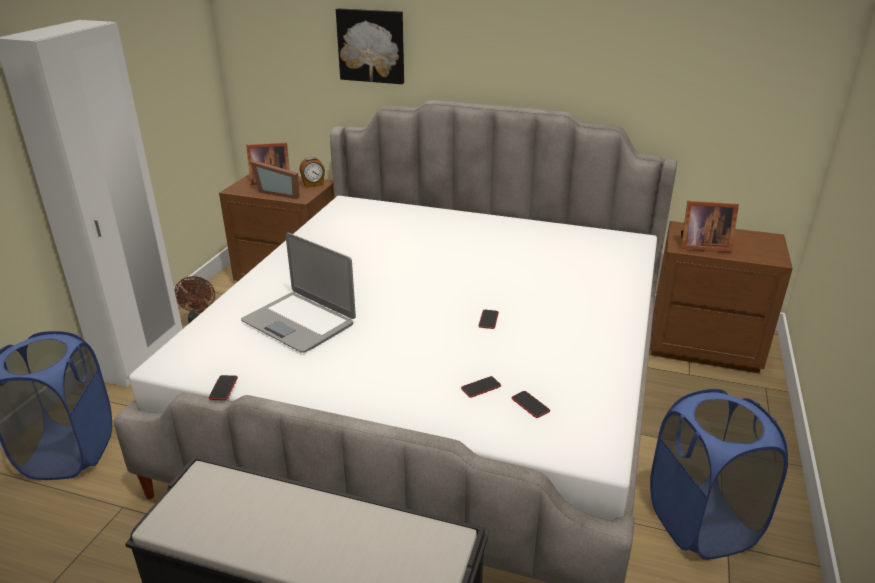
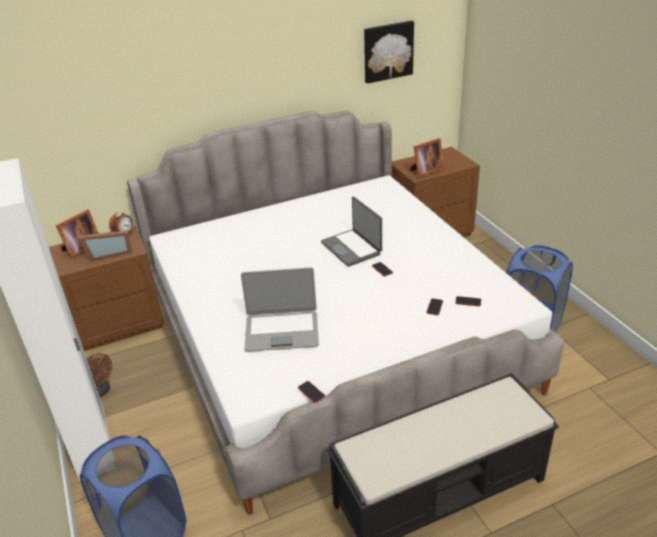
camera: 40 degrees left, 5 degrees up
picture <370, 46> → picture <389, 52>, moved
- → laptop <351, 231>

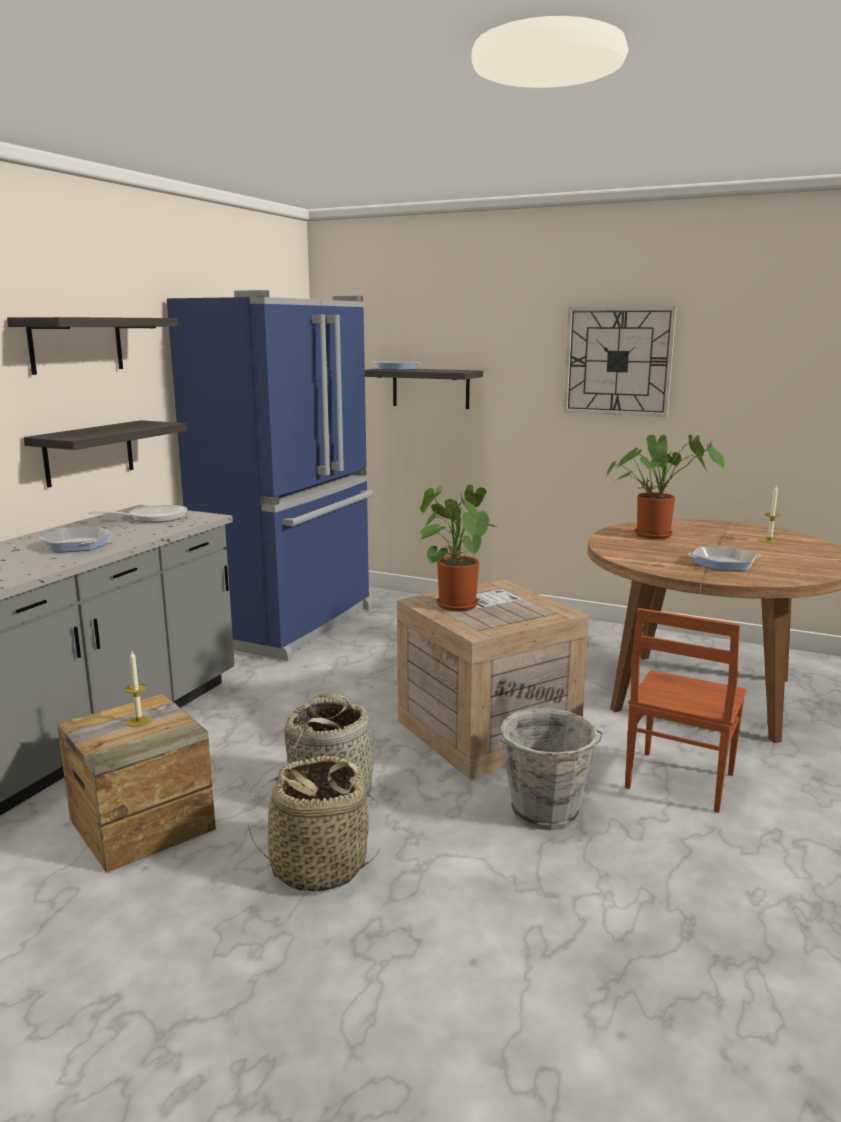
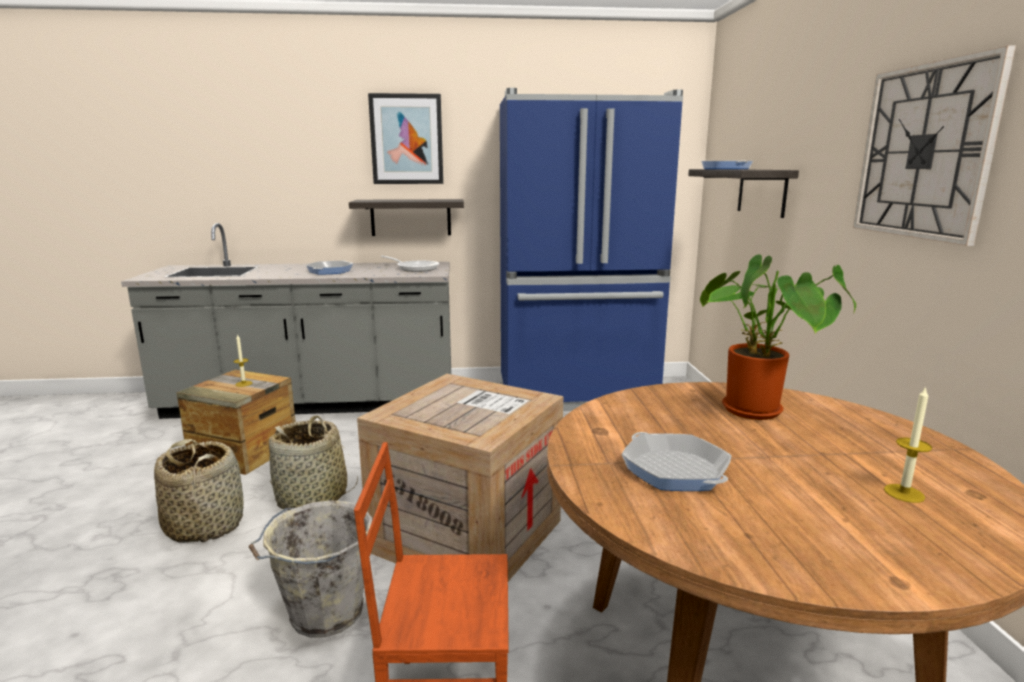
camera: 60 degrees right, 0 degrees up
shelf <92, 346> → picture <405, 138>
potted plant <460, 548> → -

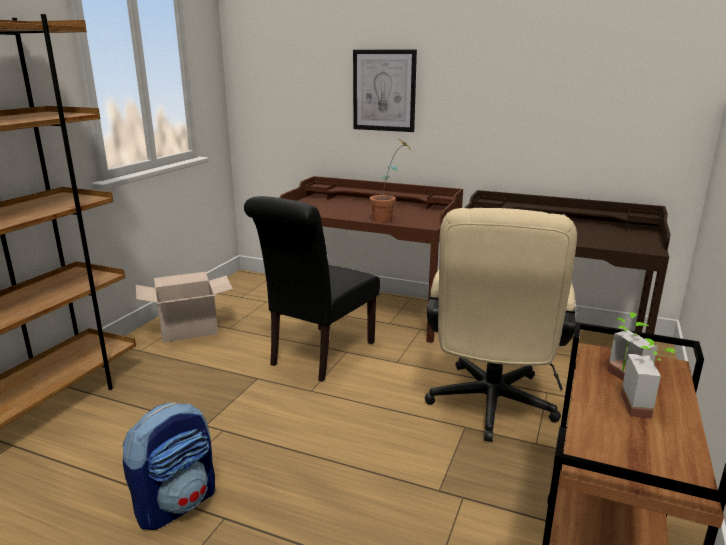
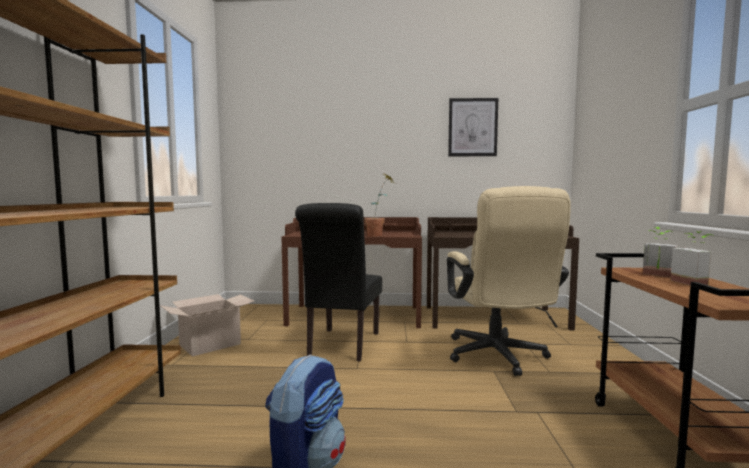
camera: 20 degrees left, 15 degrees down
picture <385, 91> → picture <473, 127>, moved

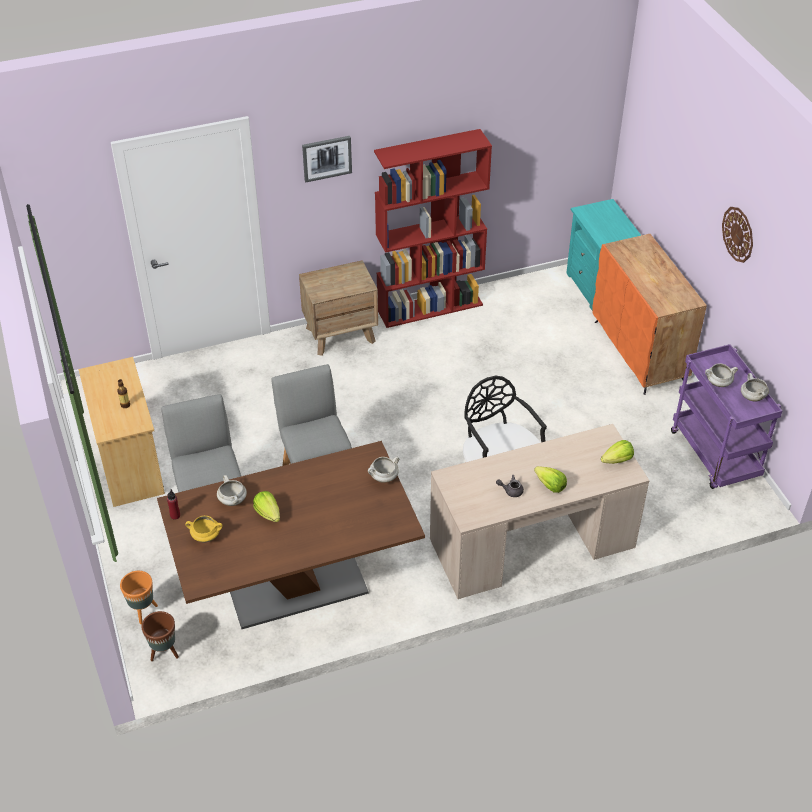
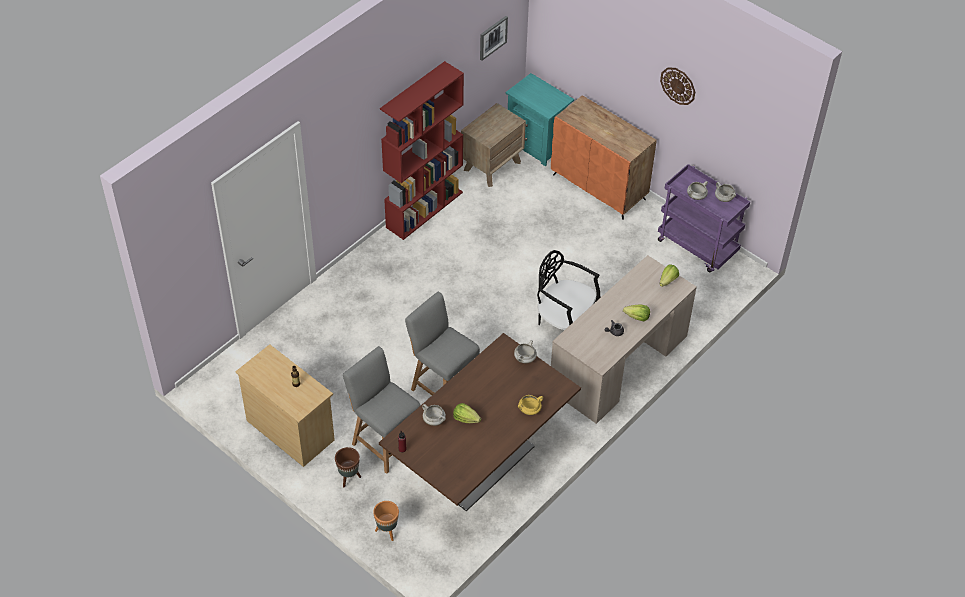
camera: 30 degrees left, 5 degrees up
planter (brown) <160, 636> → planter (brown) <348, 467>, moved
cooking pot (yellow) <204, 529> → cooking pot (yellow) <530, 405>, moved
nightstand (brown) <338, 308> → nightstand (brown) <493, 145>, moved
picture <327, 159> → picture <494, 38>, moved

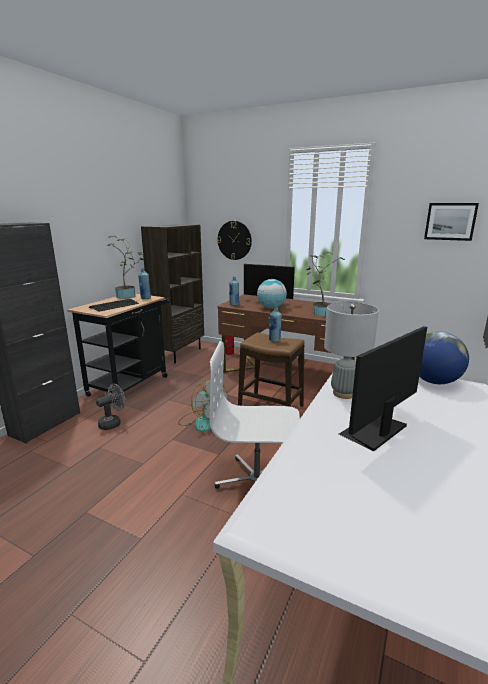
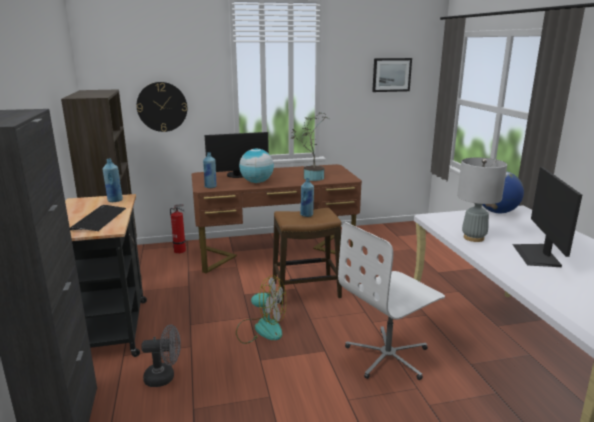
camera: 40 degrees left, 0 degrees up
fan (grey) <110, 407> → fan (grey) <161, 356>, 75 degrees clockwise
potted plant <125, 267> → -

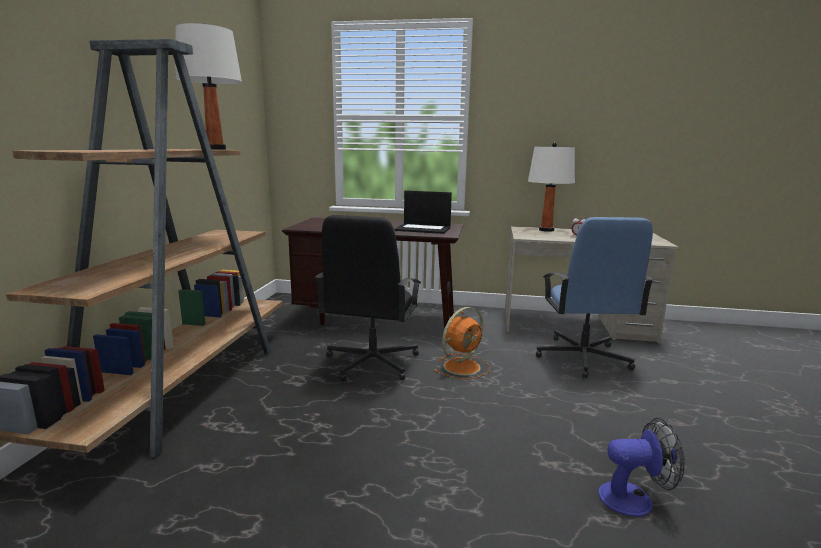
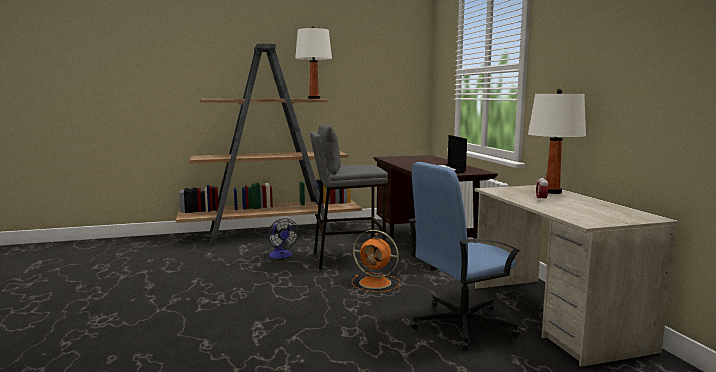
camera: 65 degrees right, 5 degrees down
office chair (black) <368, 298> → stool (grey) <349, 197>
fan <641, 467> → fan <283, 238>, moved

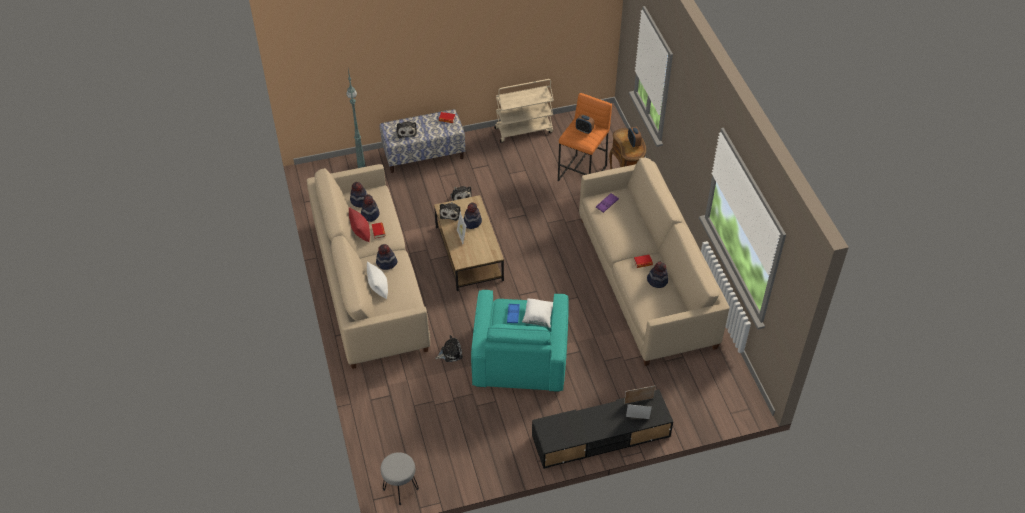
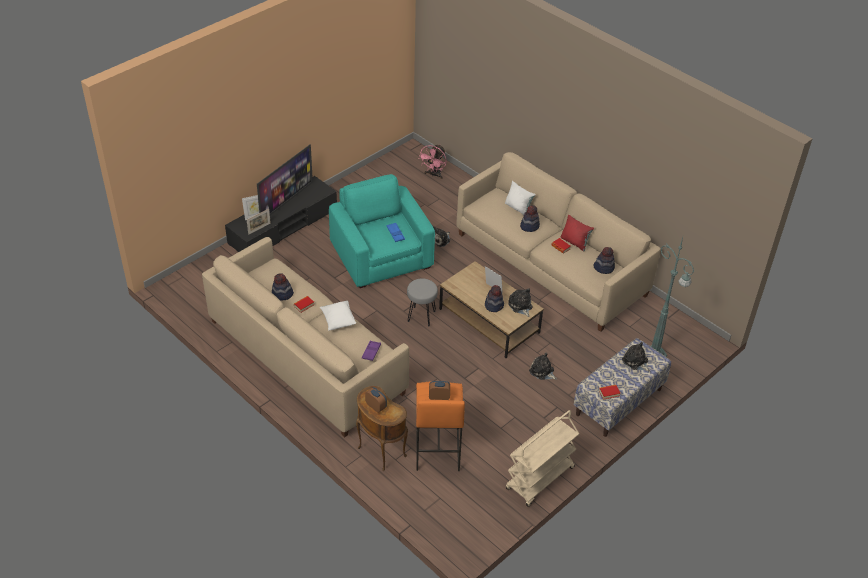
camera: 150 degrees right, 5 degrees down
hat <370, 208> → -
stool (grey) <400, 478> → stool (grey) <422, 302>, moved
pillow (white) <537, 313> → pillow (white) <338, 316>, moved
- → television <285, 179>
- → fan (pink) <432, 161>

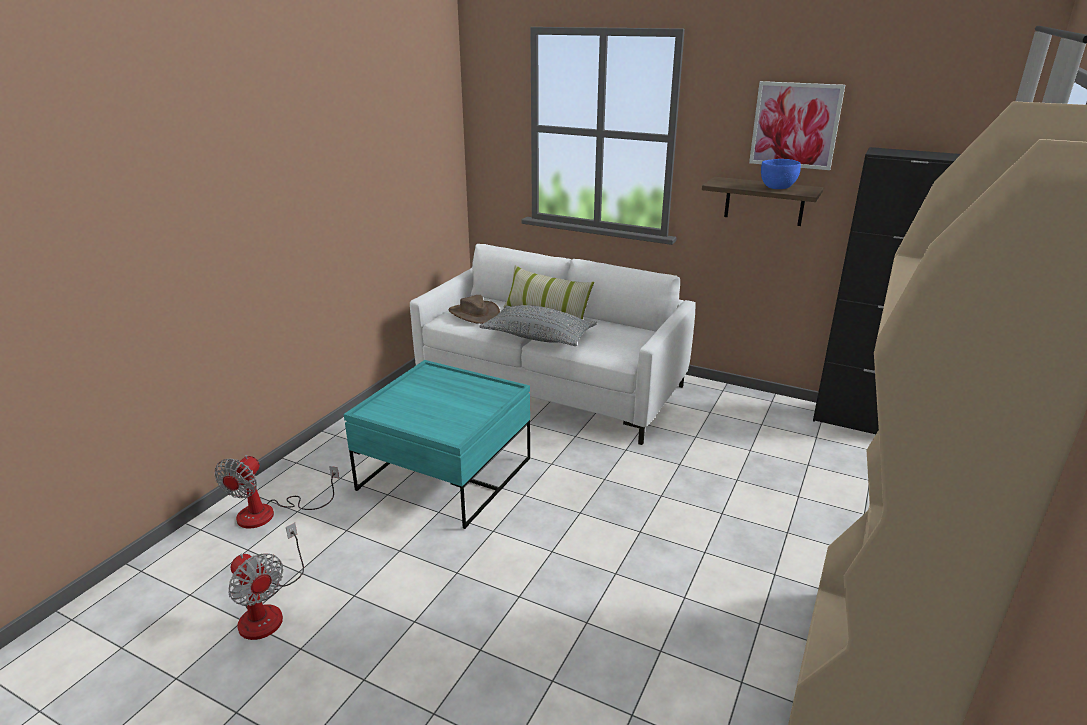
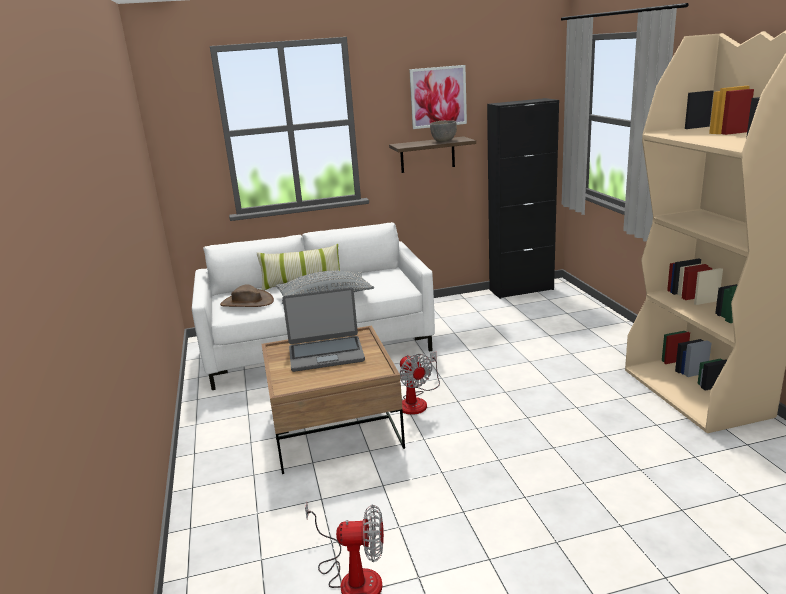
camera: 40 degrees left, 5 degrees down
fan <276, 492> → fan <420, 383>, moved
coffee table (turquoise) <437, 444> → coffee table (brown) <333, 399>
bowl (blue) <781, 174> → bowl (grey) <443, 131>
- → laptop <323, 329>

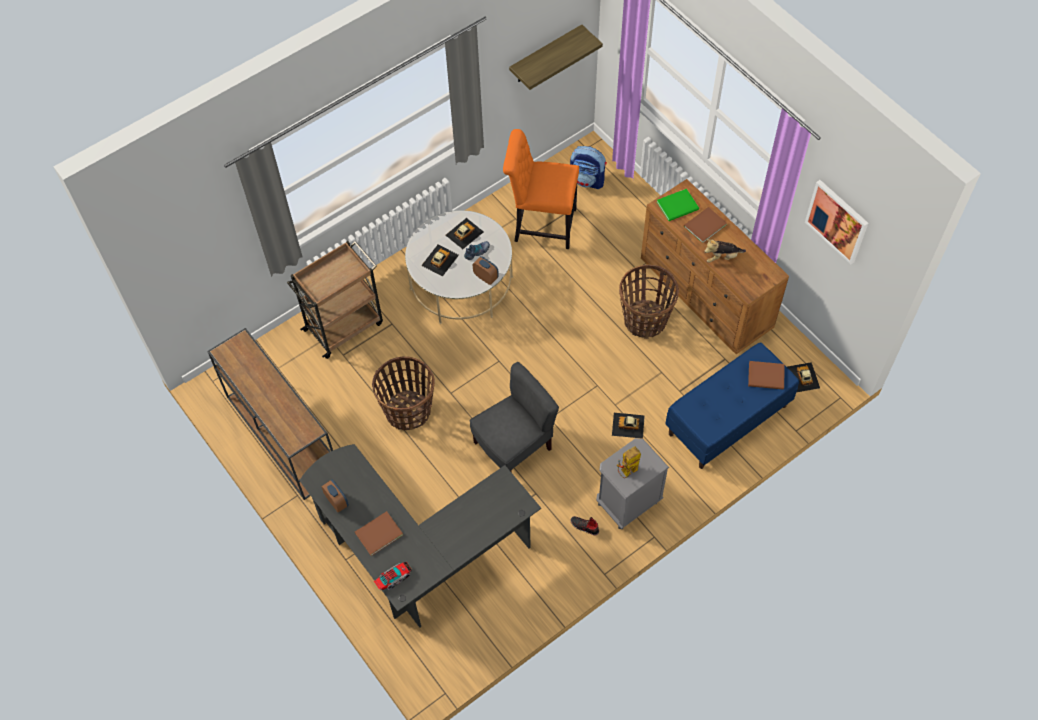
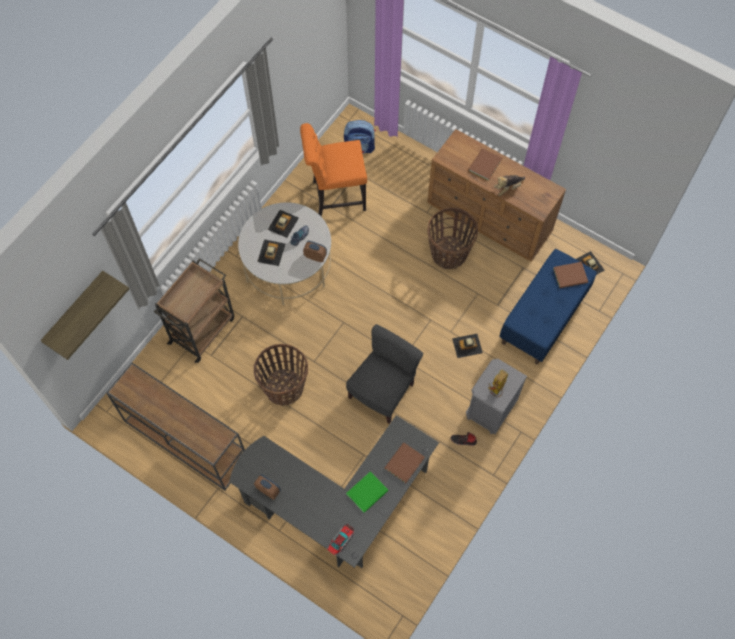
camera: 20 degrees left, 5 degrees up
book (brown) <379, 533> → book (brown) <404, 462>, moved
shelf <556, 57> → shelf <84, 315>, moved
book (green) <678, 205> → book (green) <367, 492>, moved
picture <836, 222> → -

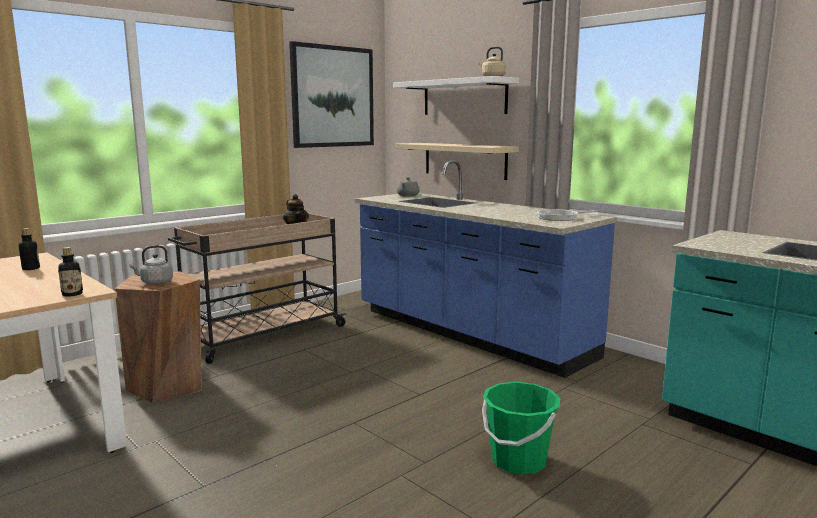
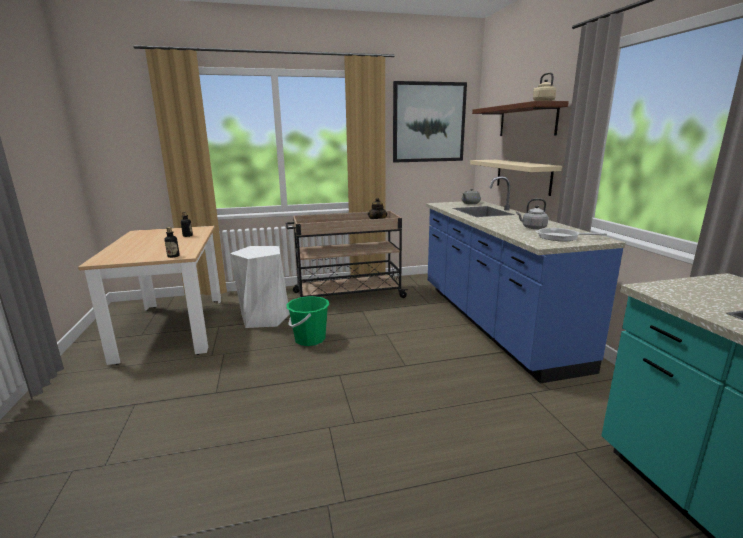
camera: 30 degrees right, 5 degrees up
stool (brown) <159, 337> → stool (white) <260, 287>
kettle (grey) <151, 264> → kettle (grey) <532, 214>, moved
shelf (white) <456, 95> → shelf (brown) <520, 118>
bucket (green) <521, 428> → bucket (green) <307, 321>, moved

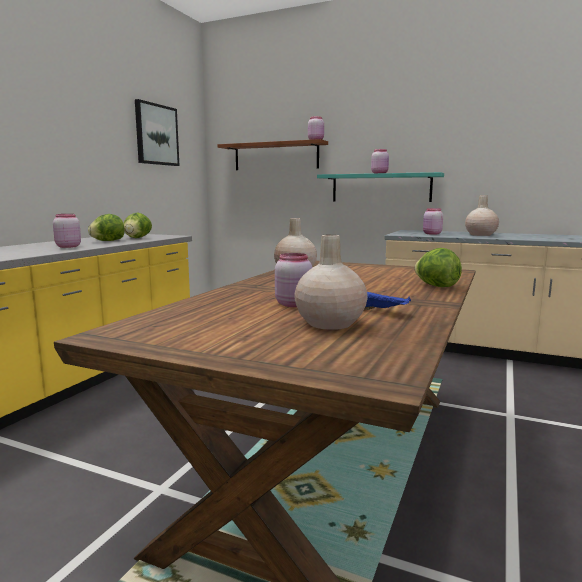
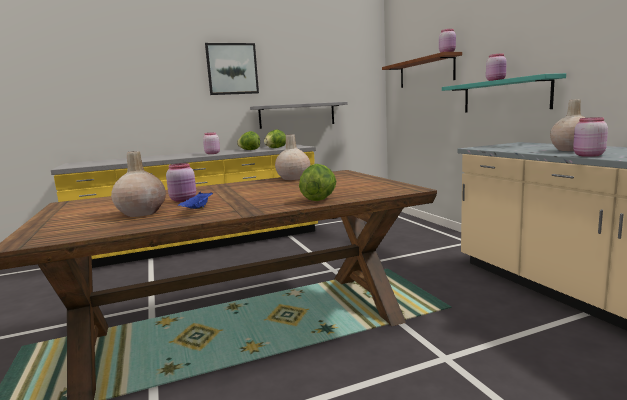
camera: 45 degrees right, 0 degrees up
picture <157, 132> → picture <232, 69>, moved
jar (pink) <433, 221> → jar (pink) <590, 137>, moved
- → shelf (grey) <299, 115>

